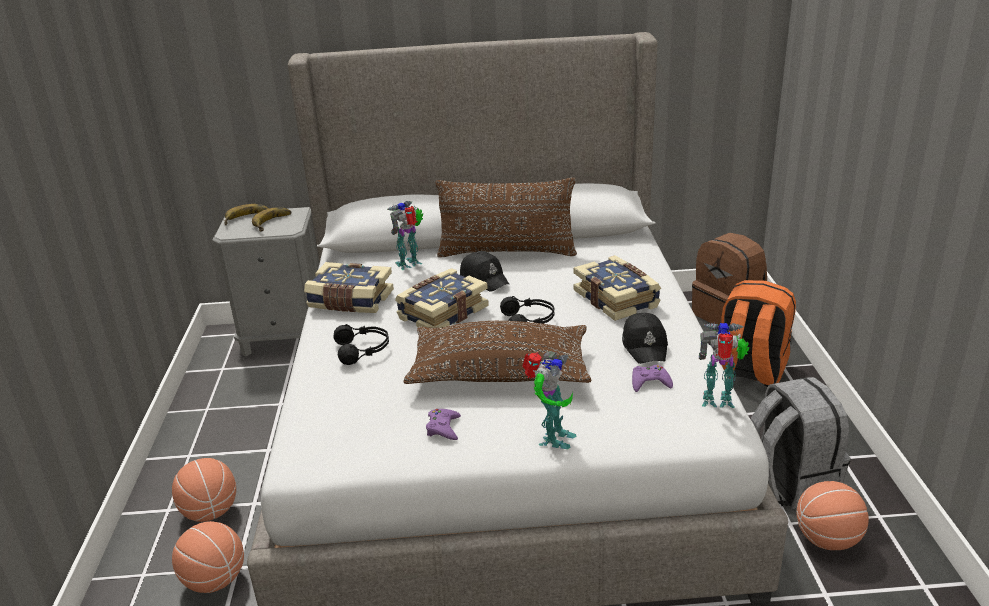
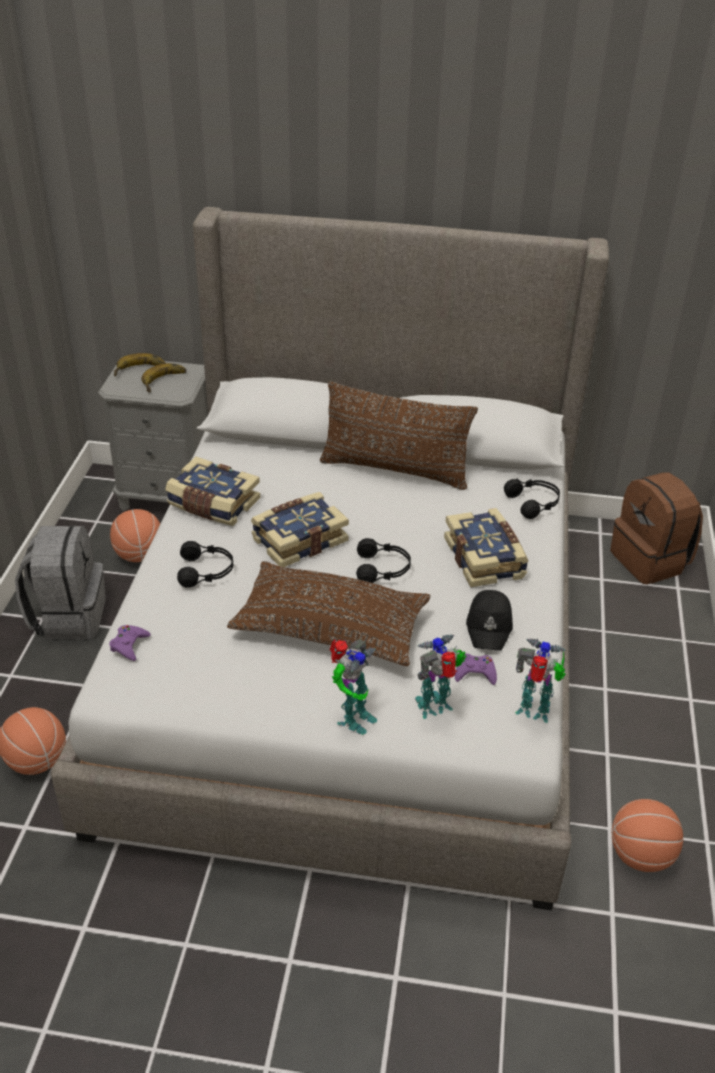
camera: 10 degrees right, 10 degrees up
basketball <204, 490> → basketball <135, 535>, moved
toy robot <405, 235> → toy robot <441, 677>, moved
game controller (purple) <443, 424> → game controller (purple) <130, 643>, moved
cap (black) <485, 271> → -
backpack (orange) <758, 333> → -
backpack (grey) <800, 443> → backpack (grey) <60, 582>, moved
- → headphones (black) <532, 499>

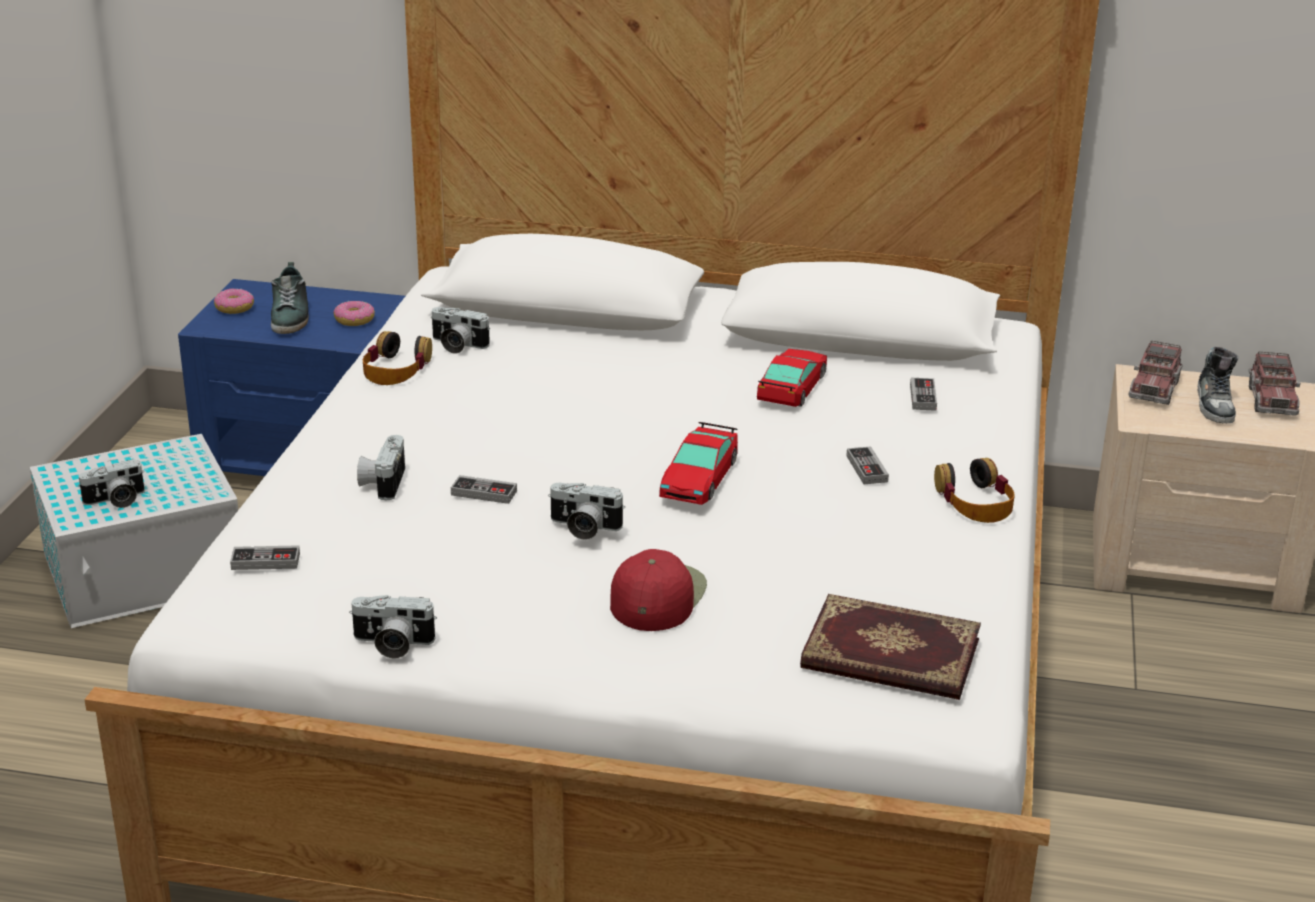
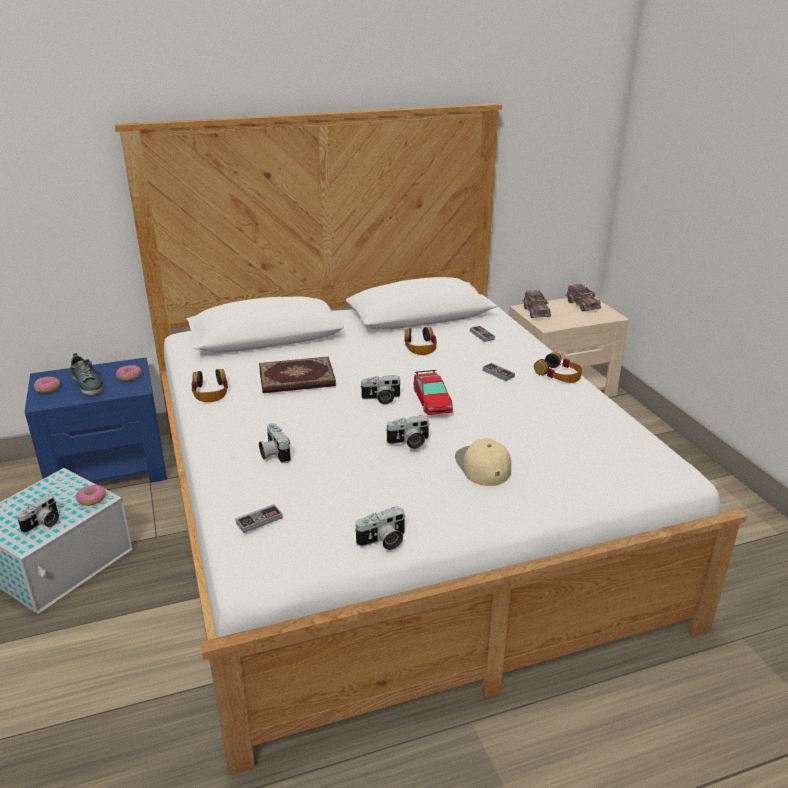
camera: 30 degrees left, 0 degrees up
photo camera <460, 330> → photo camera <381, 390>, moved
game controller <484, 489> → -
cap (red) <658, 590> → cap (beige) <483, 462>
toy car <792, 378> → headphones <420, 341>
book <890, 647> → book <297, 375>, moved
shoe <1218, 385> → -
- → donut <91, 495>

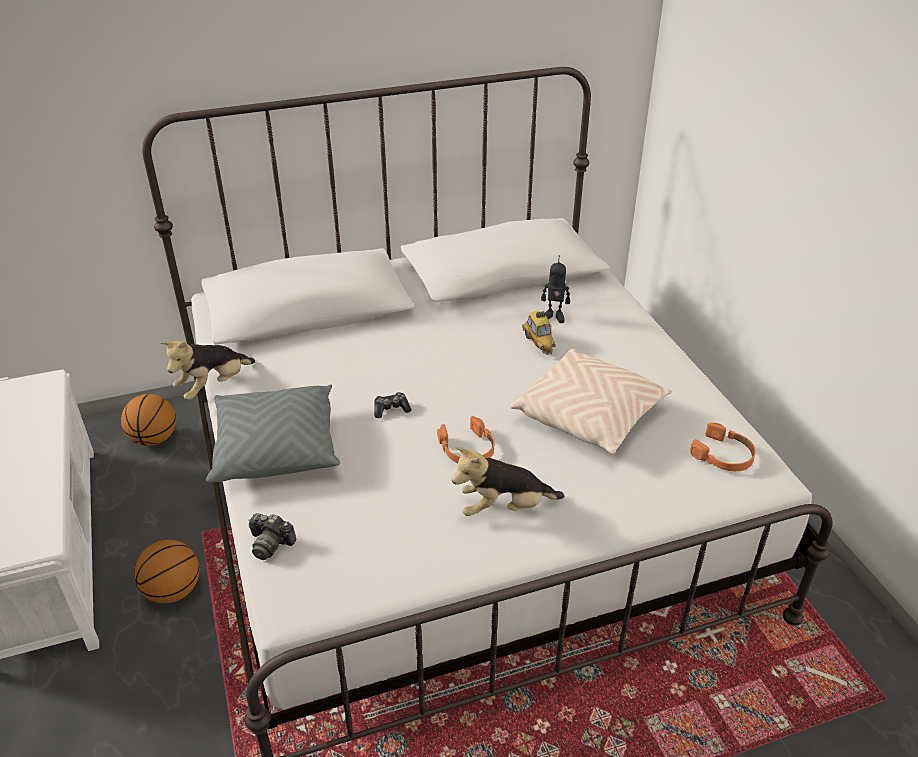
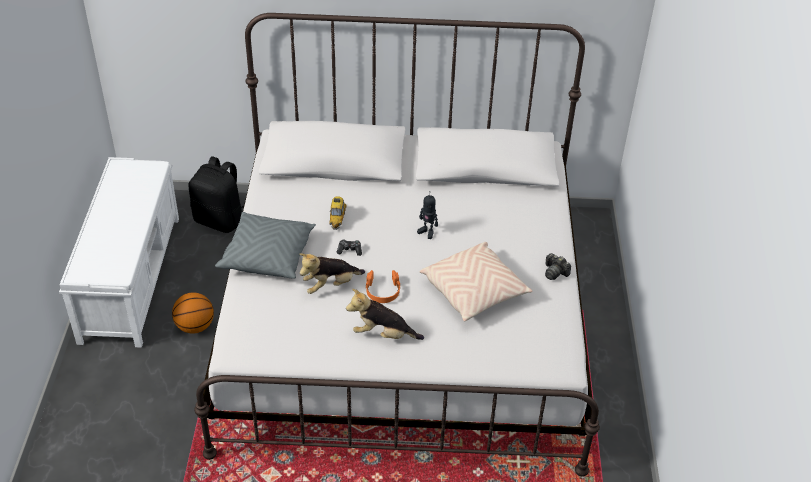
camera: 20 degrees right, 5 degrees up
basketball <148, 420> → backpack (black) <216, 194>
plush toy <207, 370> → plush toy <332, 273>, moved
photo camera <272, 536> → photo camera <558, 266>, moved
toy car <539, 333> → toy car <337, 213>, moved
toy robot <555, 289> → toy robot <427, 217>, moved
headphones (orange) <723, 447> → -

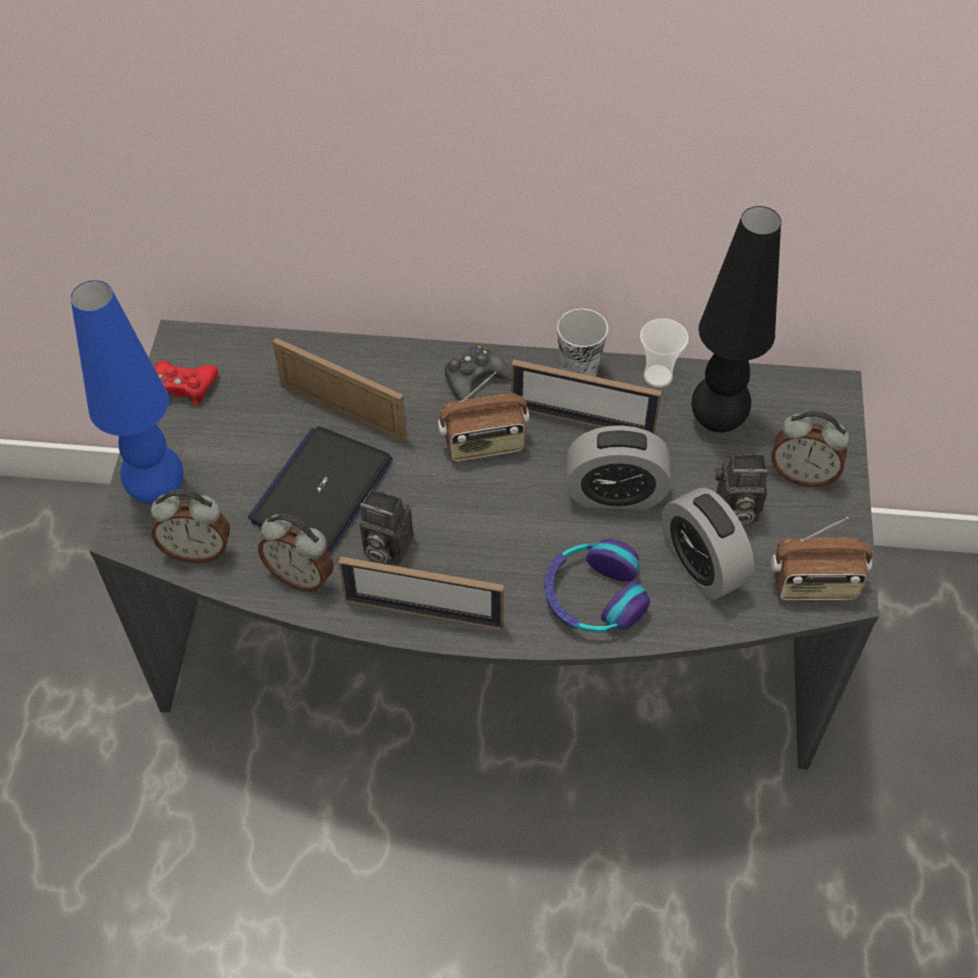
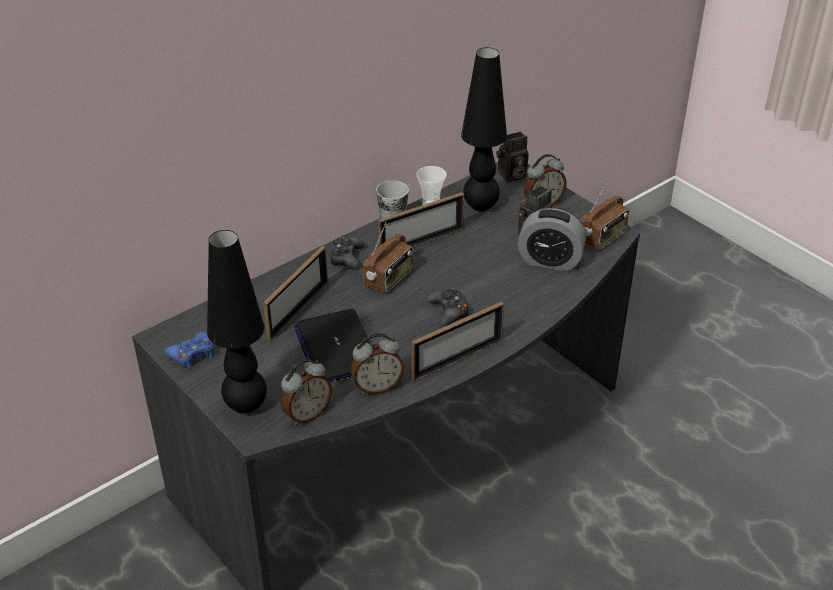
camera: 45 degrees left, 15 degrees down
table lamp (blue) <127, 392> → table lamp (black) <237, 321>
game controller (red) <186, 383> → game controller (blue) <189, 350>
picture frame <340, 390> → picture frame <295, 293>, 135 degrees clockwise
photo camera <386, 527> → photo camera <512, 156>, moved
headphones <597, 586> → -
alarm clock <618, 467> → -
- → game controller (black) <448, 306>

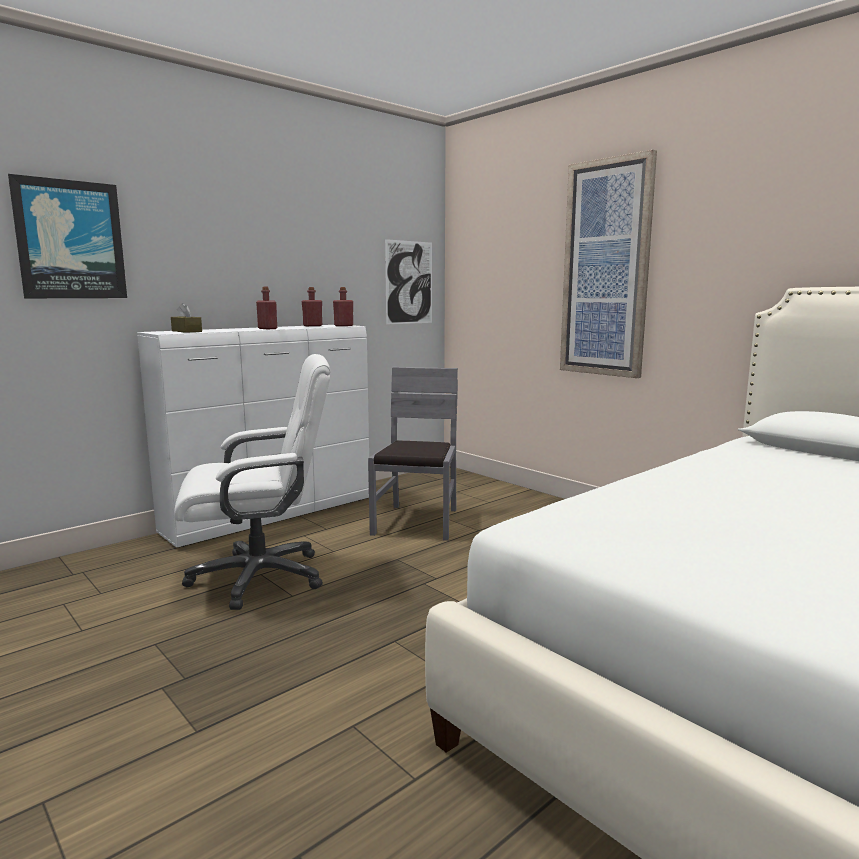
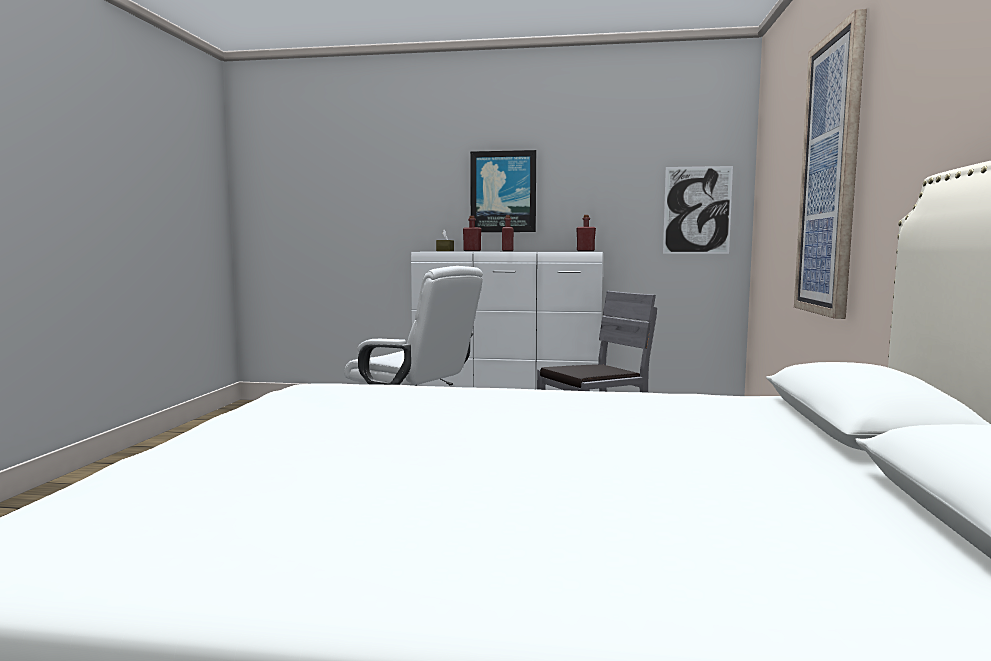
camera: 50 degrees right, 5 degrees down
picture <67, 236> → picture <503, 191>, moved
bottle (red) <312, 306> → bottle (red) <472, 233>, moved

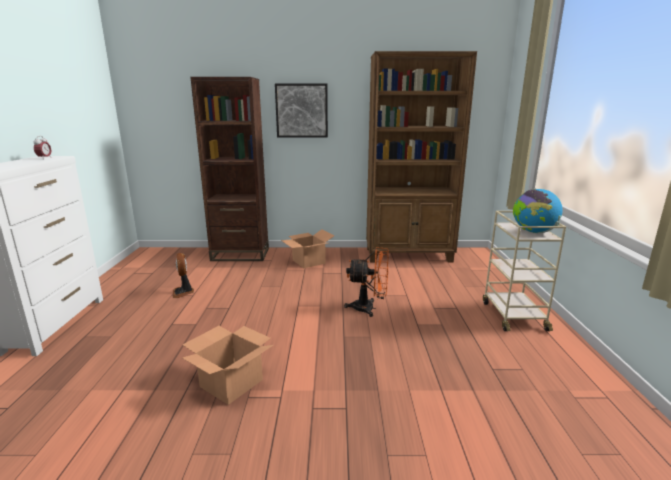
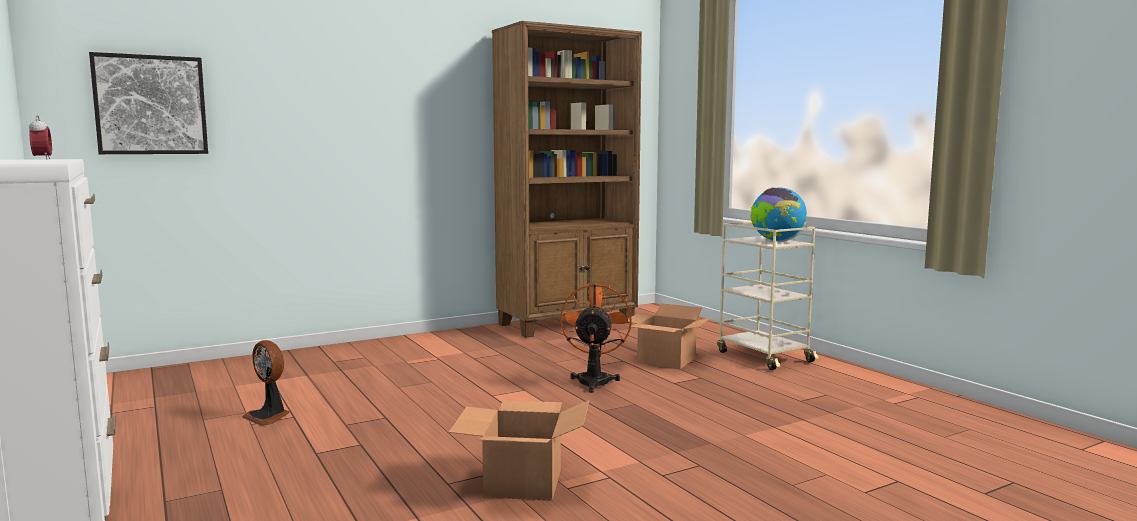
camera: 30 degrees left, 10 degrees down
bookcase (brown) <229, 169> → -
picture <301, 110> → picture <148, 103>, moved
cardboard box <307, 248> → cardboard box <669, 336>, moved
fan (orange) <366, 282> → fan (orange) <596, 338>, 60 degrees counterclockwise

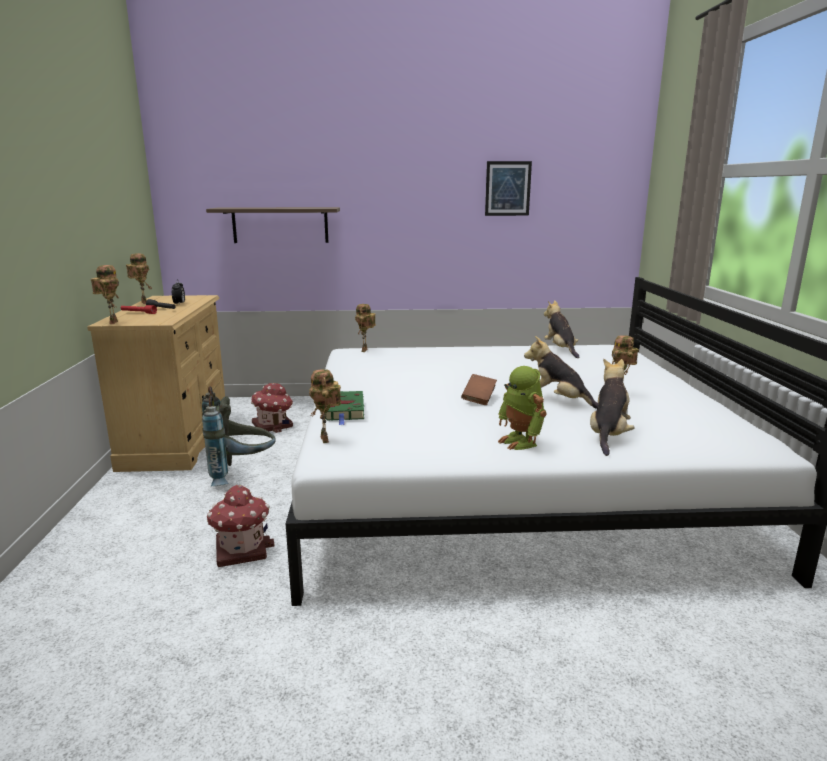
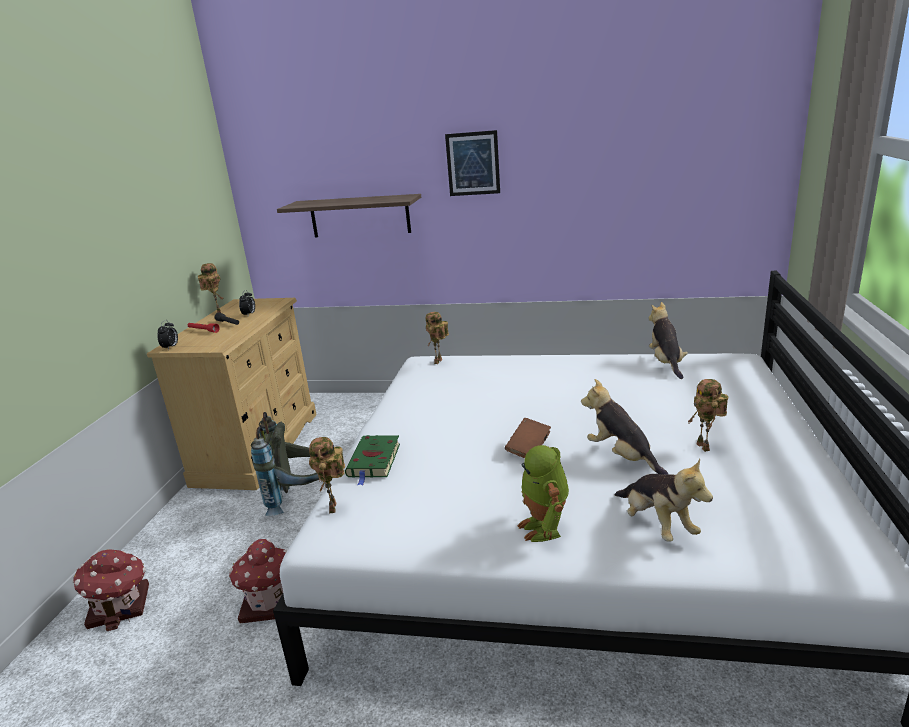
camera: 15 degrees right, 5 degrees up
toy robot <105, 294> → alarm clock <167, 335>
toy house <272, 408> → toy house <110, 590>, moved
picture <508, 188> → picture <472, 163>, moved
plush toy <612, 407> → plush toy <664, 500>, 120 degrees clockwise

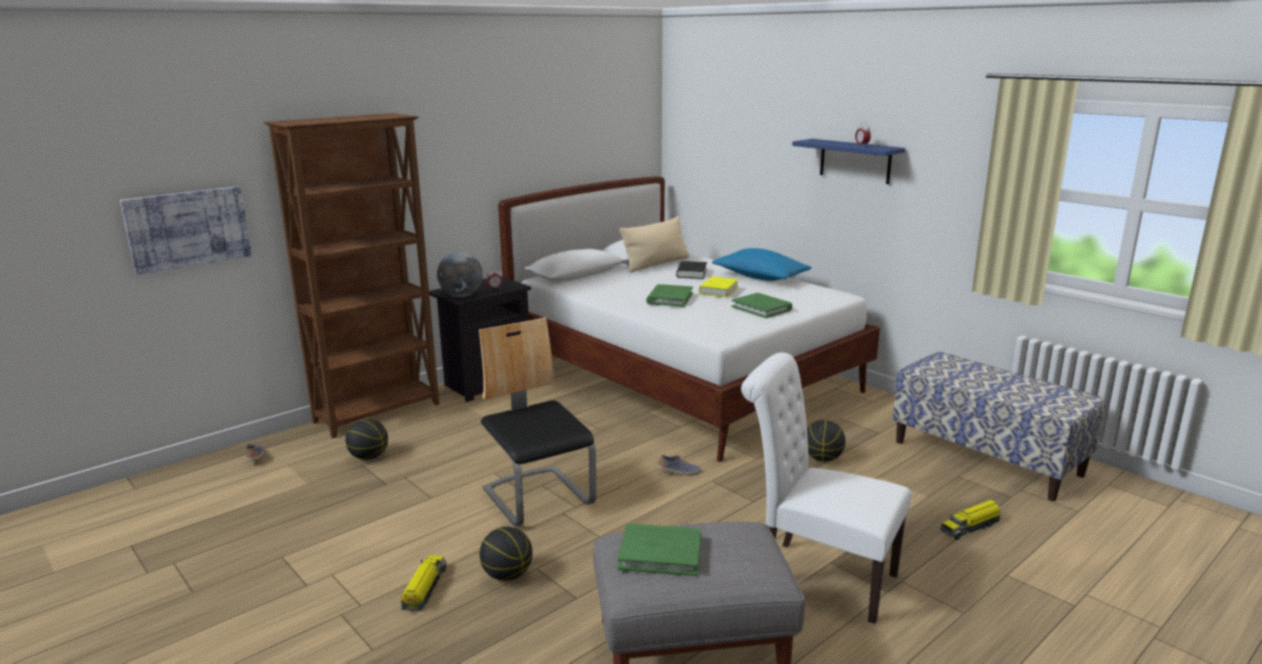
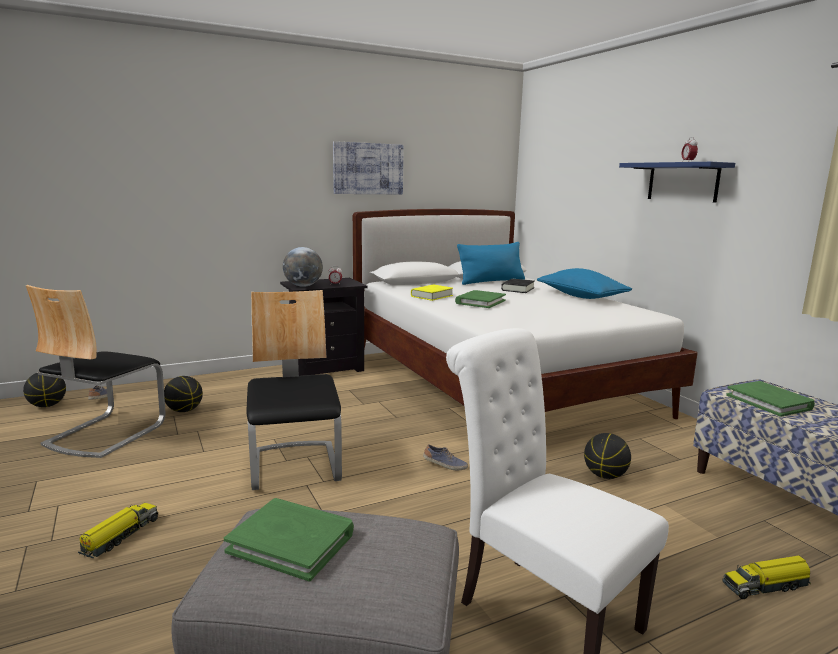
camera: 15 degrees right, 5 degrees down
picture <186, 230> → picture <368, 167>, moved
bookcase (brown) <351, 275> → -
basketball <506, 554> → basketball <44, 390>, moved
pillow (beige) <654, 244> → pillow (blue) <491, 263>
book (yellow) <718, 287> → book (yellow) <432, 292>, moved
book (green) <761, 305> → book (green) <770, 399>, moved
- → chair <96, 371>

